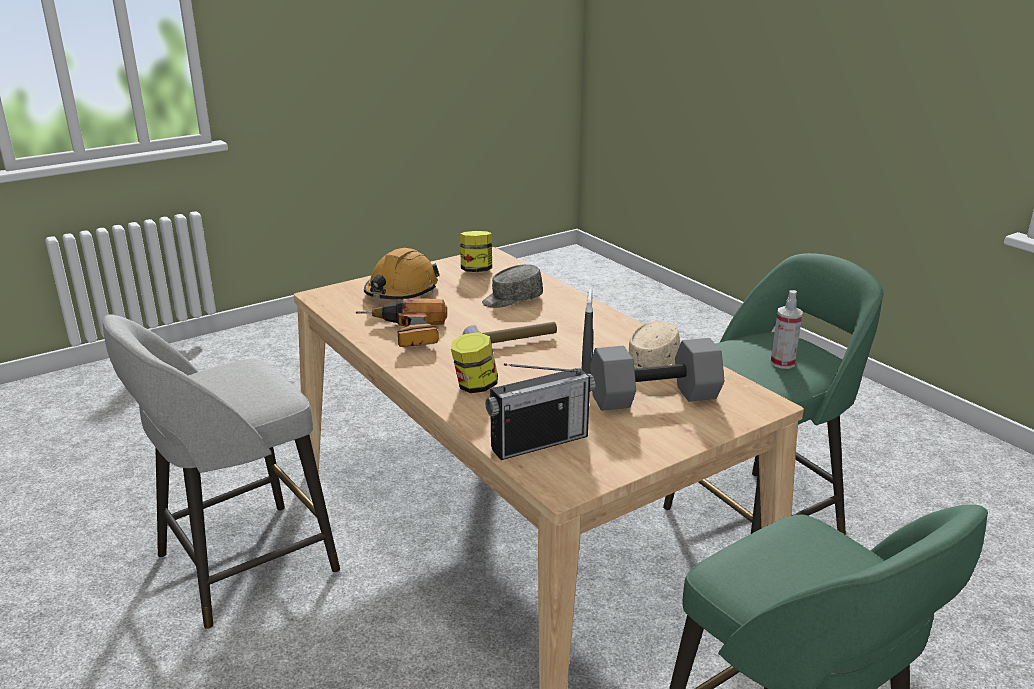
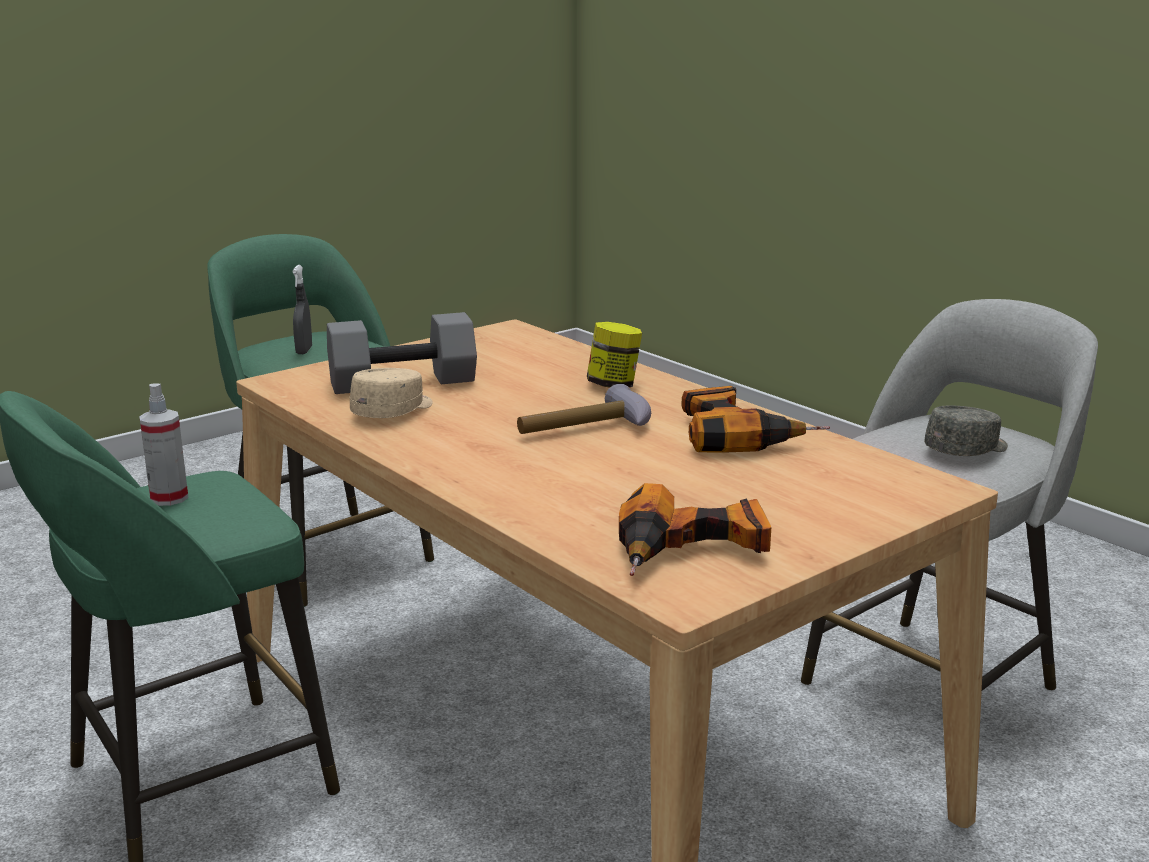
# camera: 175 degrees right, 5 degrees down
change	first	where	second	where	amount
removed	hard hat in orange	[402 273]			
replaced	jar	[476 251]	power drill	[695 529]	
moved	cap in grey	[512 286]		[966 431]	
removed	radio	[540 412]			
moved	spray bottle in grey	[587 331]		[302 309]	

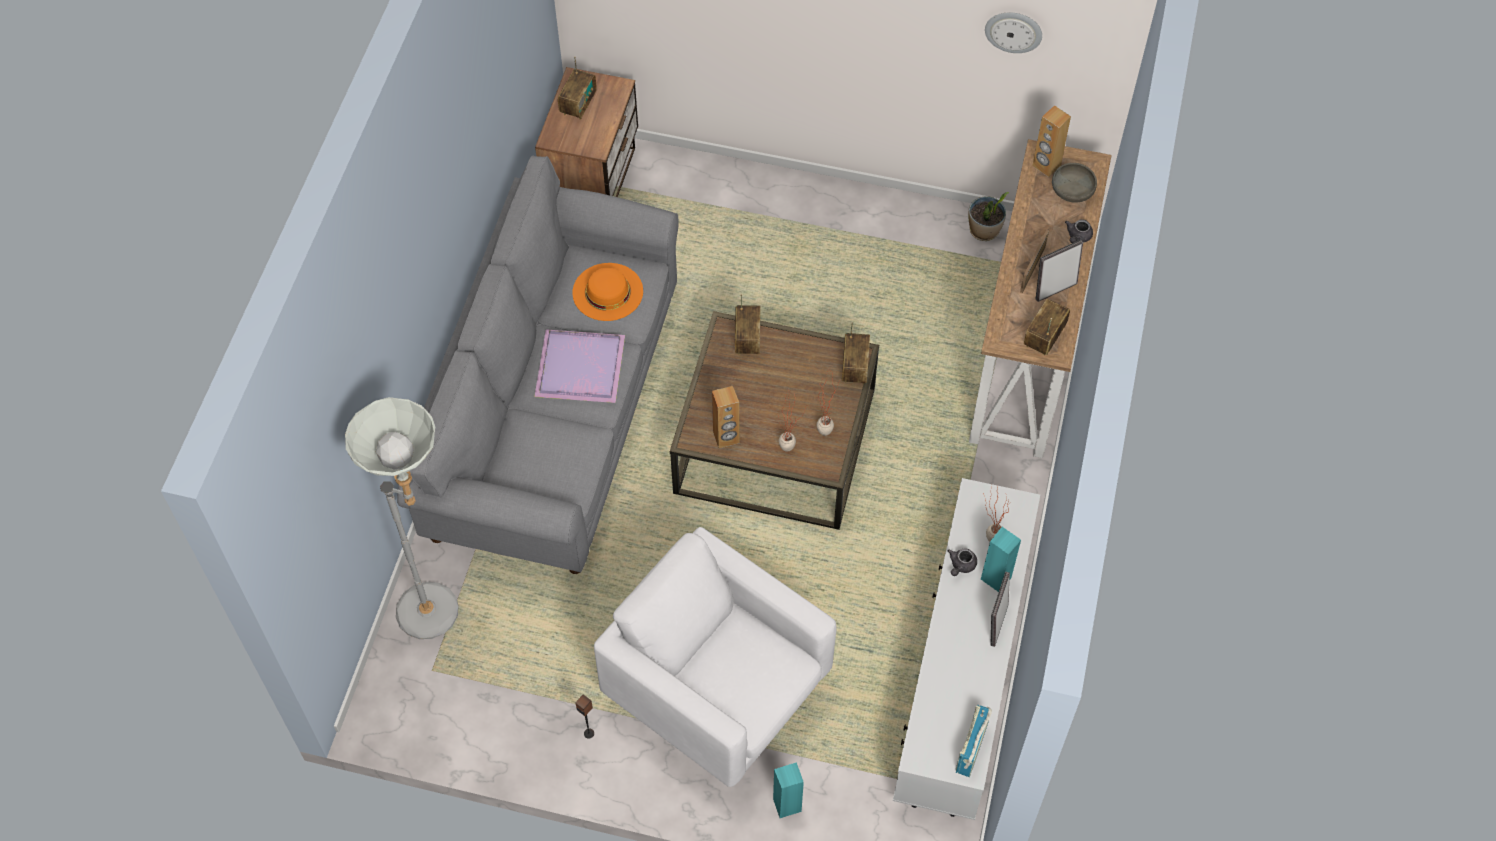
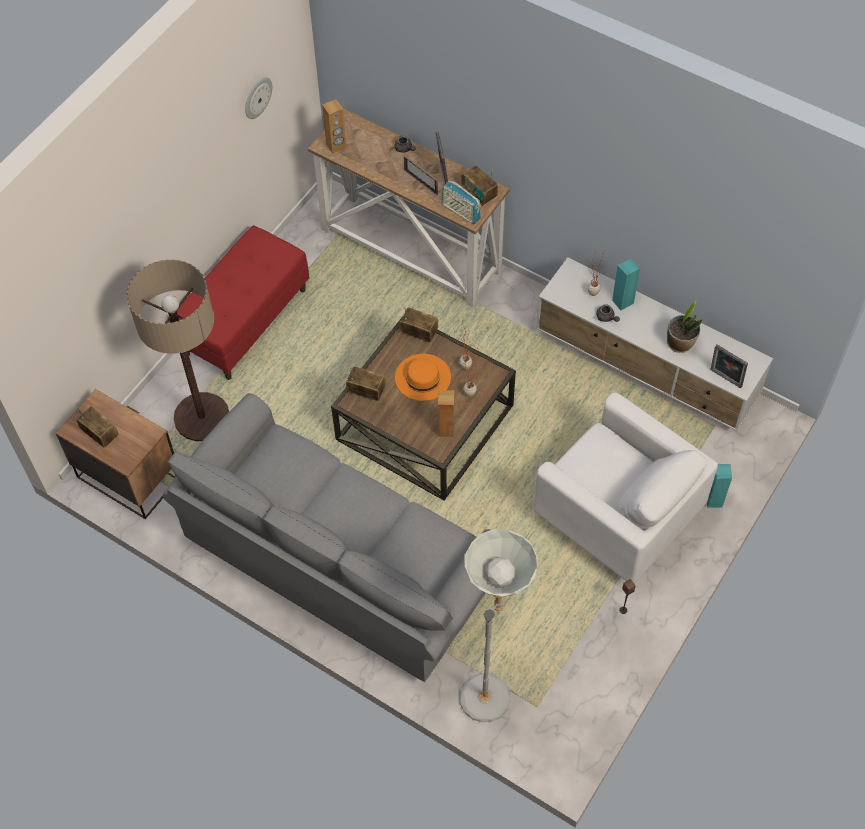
# camera: 70 degrees left, 0 degrees up
change	first	where	second	where	amount
removed	tray in purple	[579 366]			
moved	hat in orange	[607 292]		[423 377]	
turned	armchair in white	[715 657]		[625 487]	105 degrees counterclockwise
moved	radio	[974 741]		[461 202]	
moved	potted plant	[989 216]		[684 326]	
moved	picture frame	[1000 609]		[729 366]	
removed	bowl in grey	[1074 183]			
added			floor lamp	[178 350]	
added			bench in red	[239 302]	

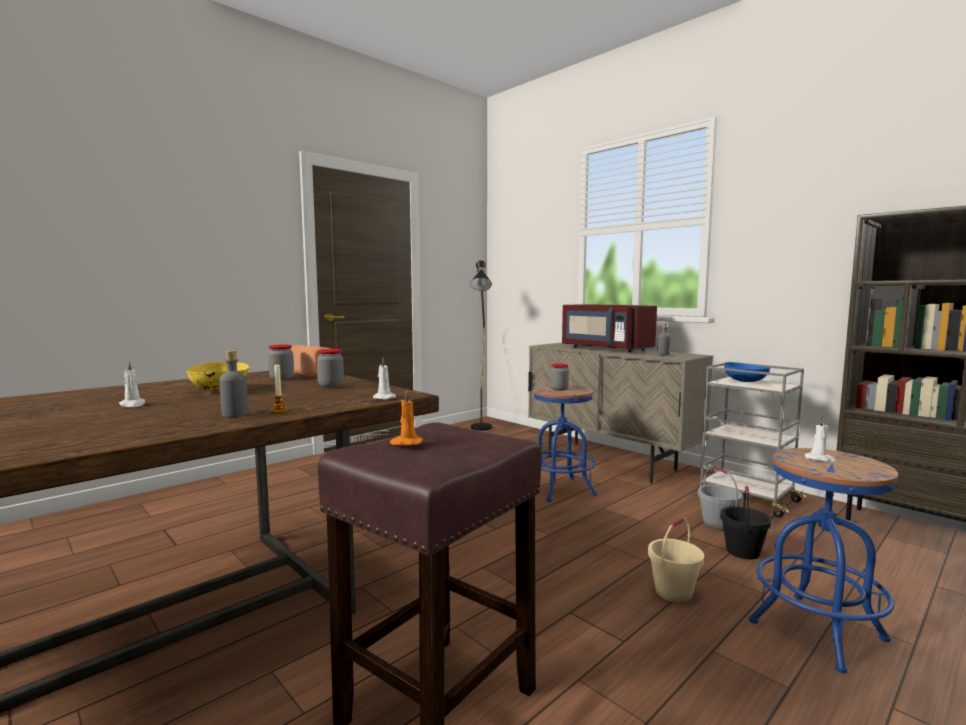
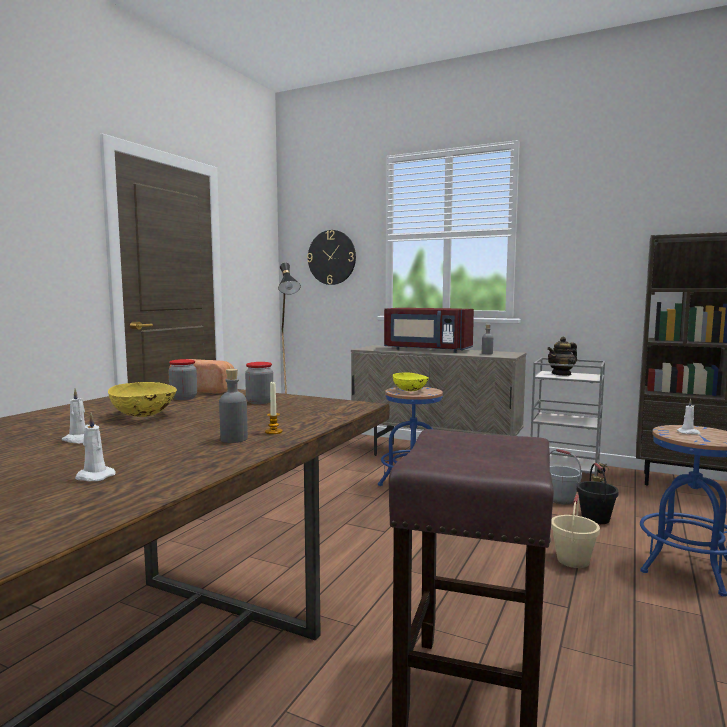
# camera: 20 degrees left, 0 degrees up
change	first	where	second	where	amount
moved	candle in white	[384 378]		[95 447]	
removed	candle in orange	[406 417]			
replaced	jar	[560 377]	bowl in yellow	[411 381]	
replaced	bowl in blue	[747 372]	teapot	[562 356]	
added			wall clock	[331 257]	

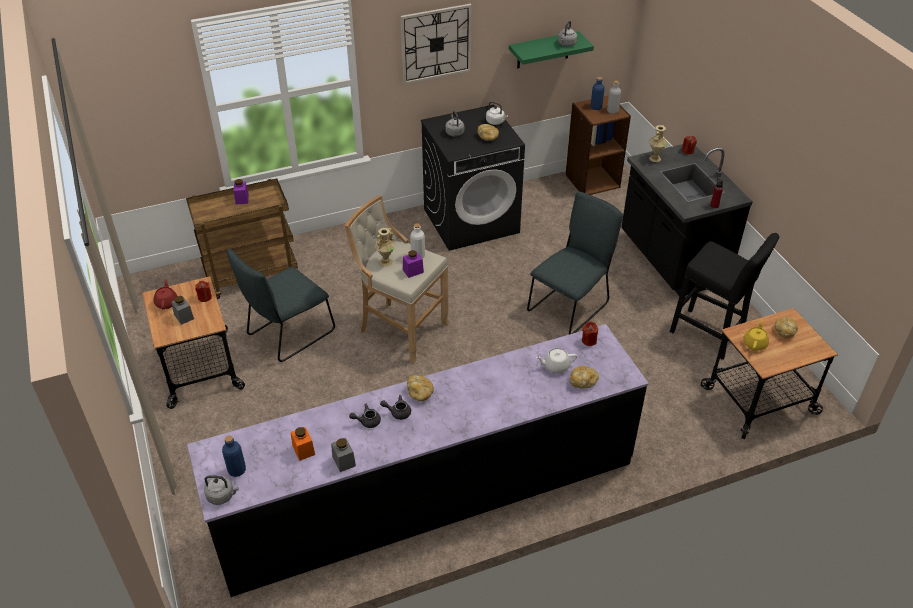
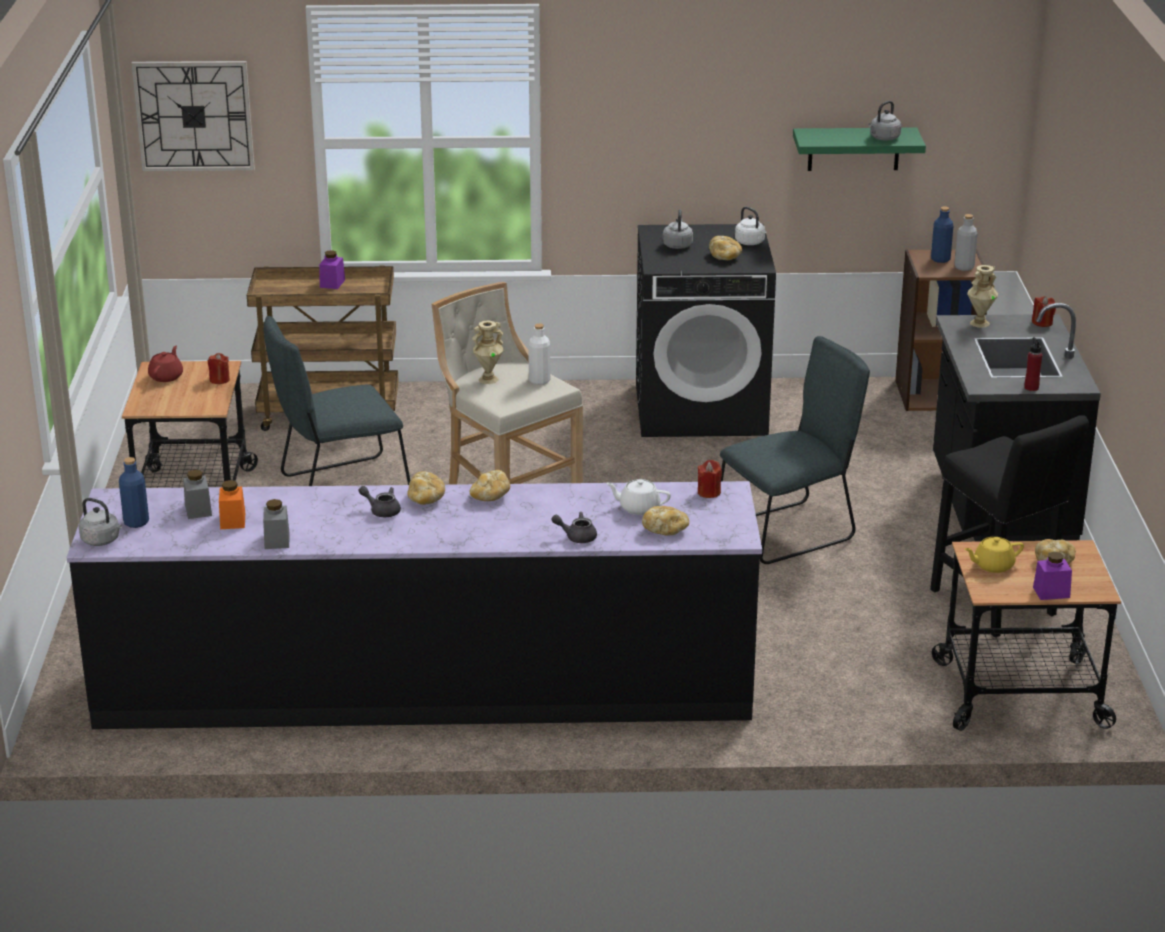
# camera: 20 degrees right, 15 degrees down
change	first	where	second	where	amount
moved	jar in grey	[182 310]		[197 494]	
moved	teapot in grey	[365 416]		[574 527]	
moved	wall clock	[436 44]		[193 116]	
moved	jar in purple	[413 264]		[1052 576]	
turned	teapot in yellow	[756 335]		[994 555]	150 degrees counterclockwise
added			bread	[489 485]	

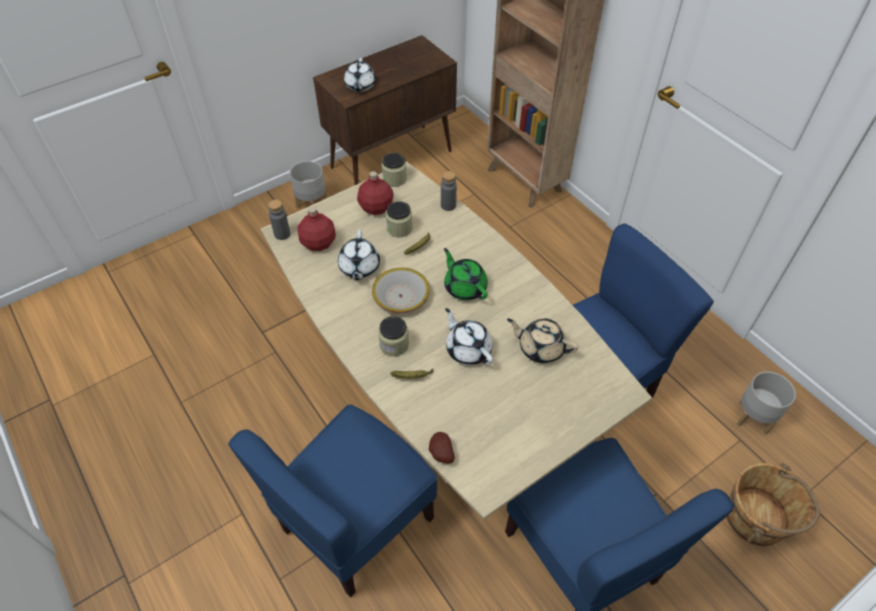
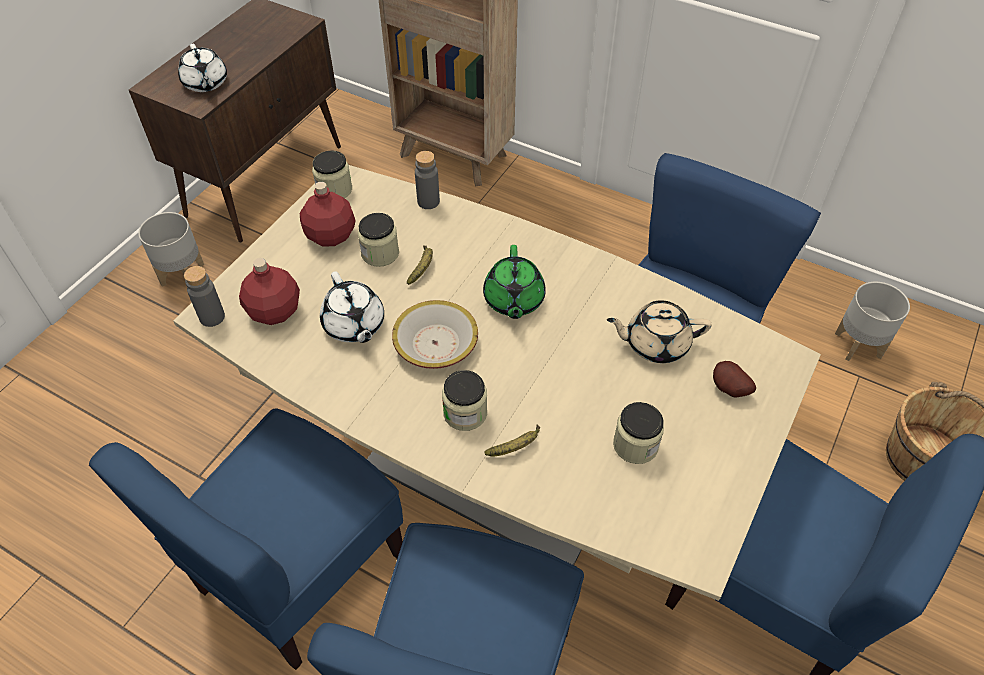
# camera: 25 degrees left, 0 degrees up
change	first	where	second	where	amount
moved	potato	[442 448]		[734 379]	
turned	teapot in green	[466 274]		[514 282]	120 degrees counterclockwise
removed	teapot in white	[469 336]			
added			chair in blue	[246 539]	
added			jar	[638 433]	

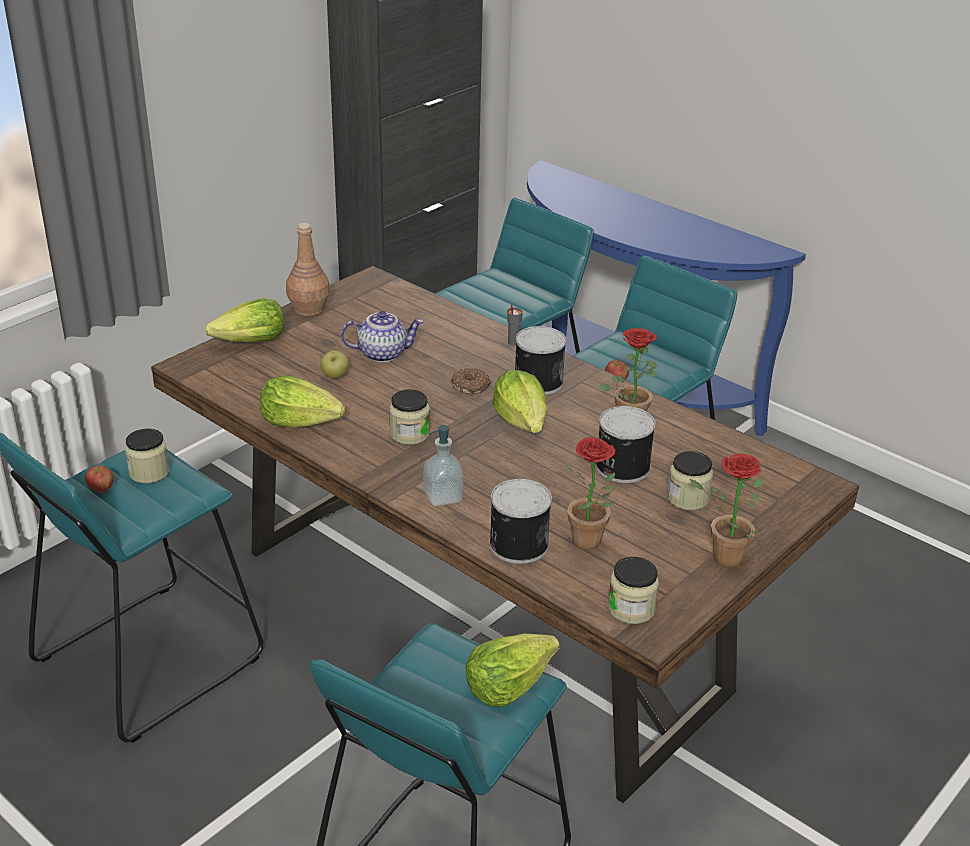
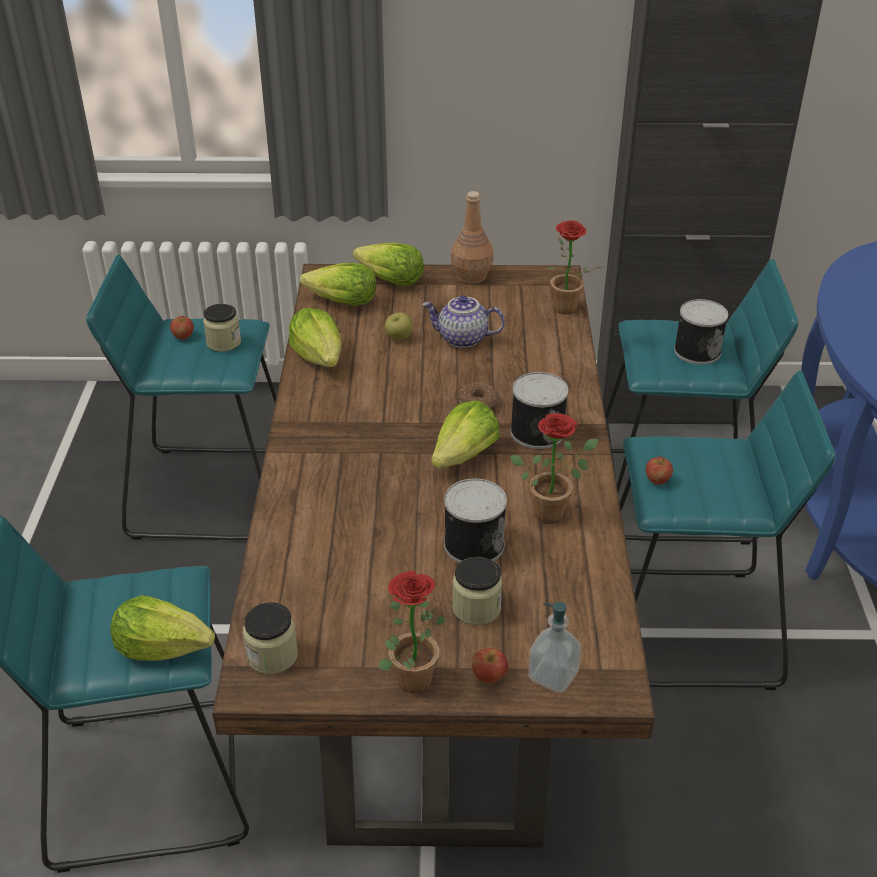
# camera: 50 degrees right, 5 degrees up
change	first	where	second	where	amount
turned	teapot	[382 336]		[463 321]	150 degrees clockwise
removed	jar	[409 417]			
moved	soap dispenser	[443 465]		[554 647]	
moved	can	[520 521]		[701 332]	
removed	cup in grey	[515 325]			
moved	potted plant	[590 493]		[574 267]	
added			lettuce	[338 284]	
added			apple	[490 666]	

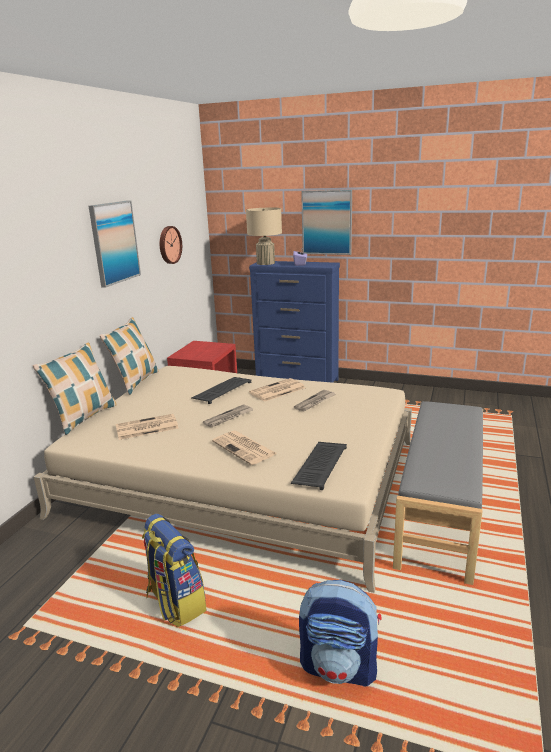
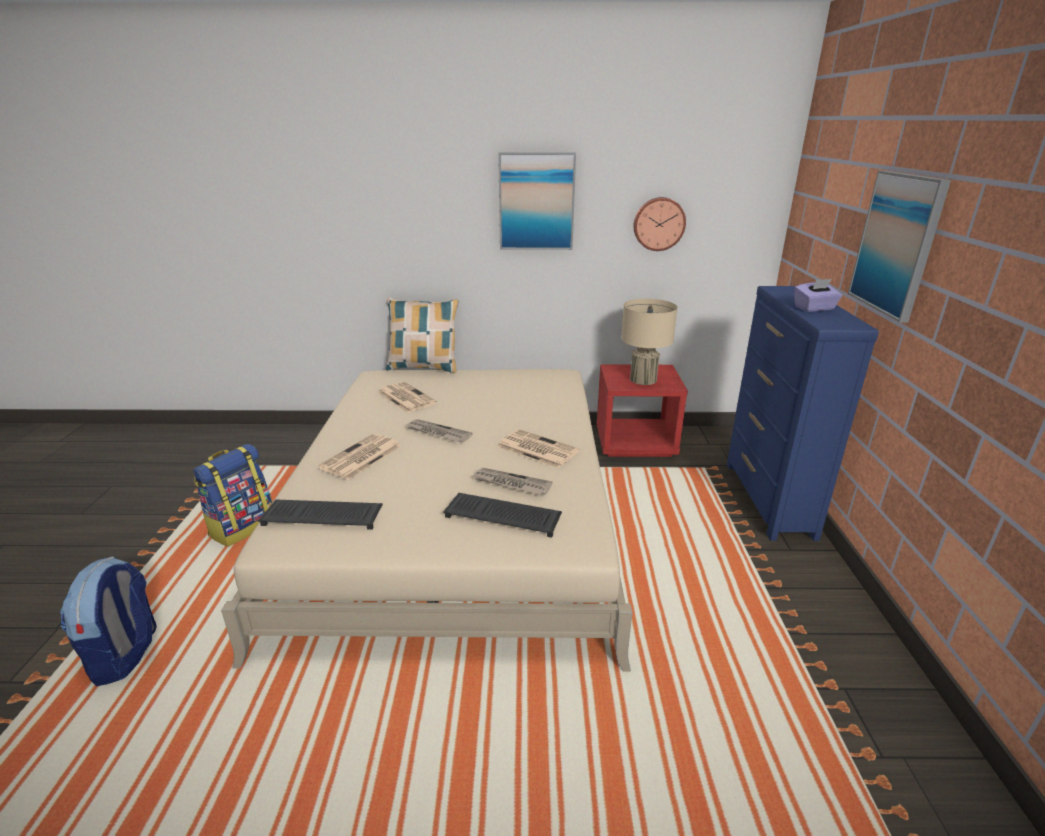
# camera: 70 degrees right, 5 degrees up
change	first	where	second	where	amount
removed	pillow	[128 356]			
moved	keyboard	[221 390]		[502 515]	
moved	table lamp in beige	[264 236]		[649 342]	
removed	bench in grey	[438 493]			

